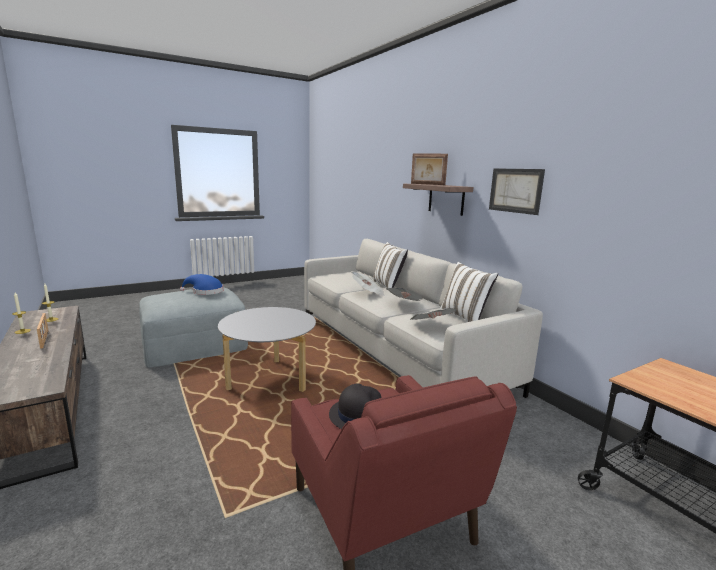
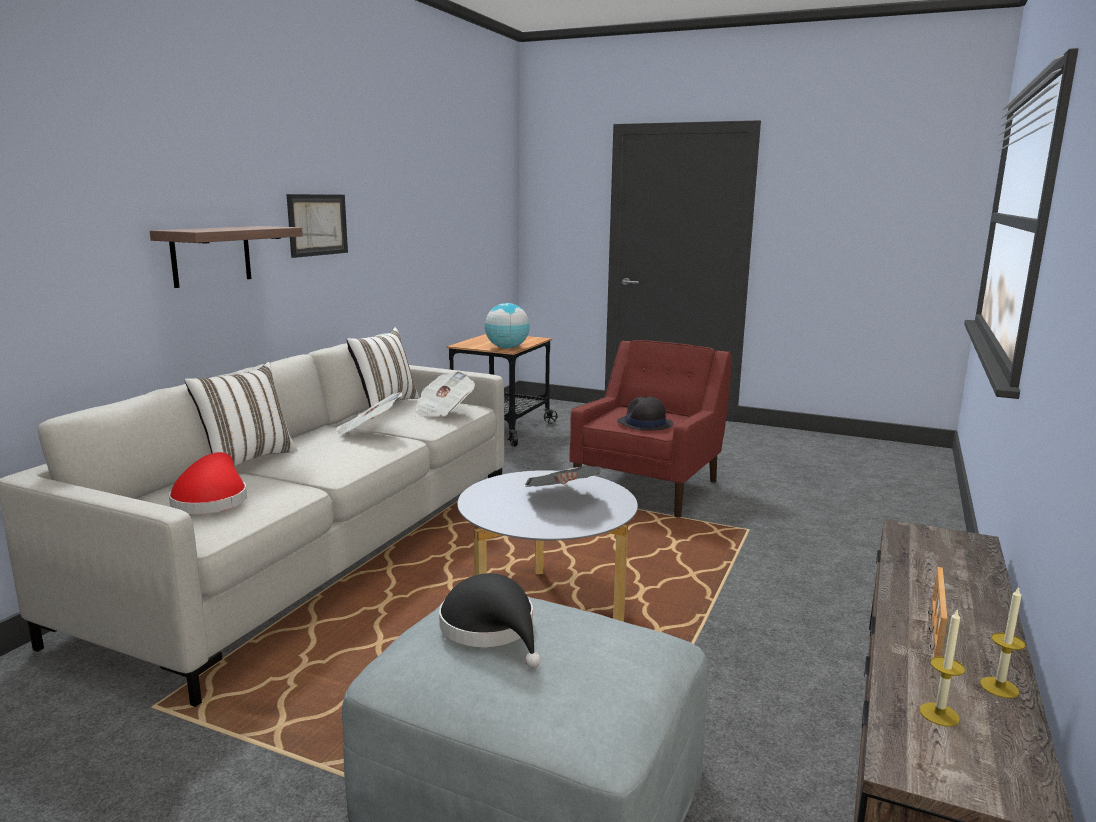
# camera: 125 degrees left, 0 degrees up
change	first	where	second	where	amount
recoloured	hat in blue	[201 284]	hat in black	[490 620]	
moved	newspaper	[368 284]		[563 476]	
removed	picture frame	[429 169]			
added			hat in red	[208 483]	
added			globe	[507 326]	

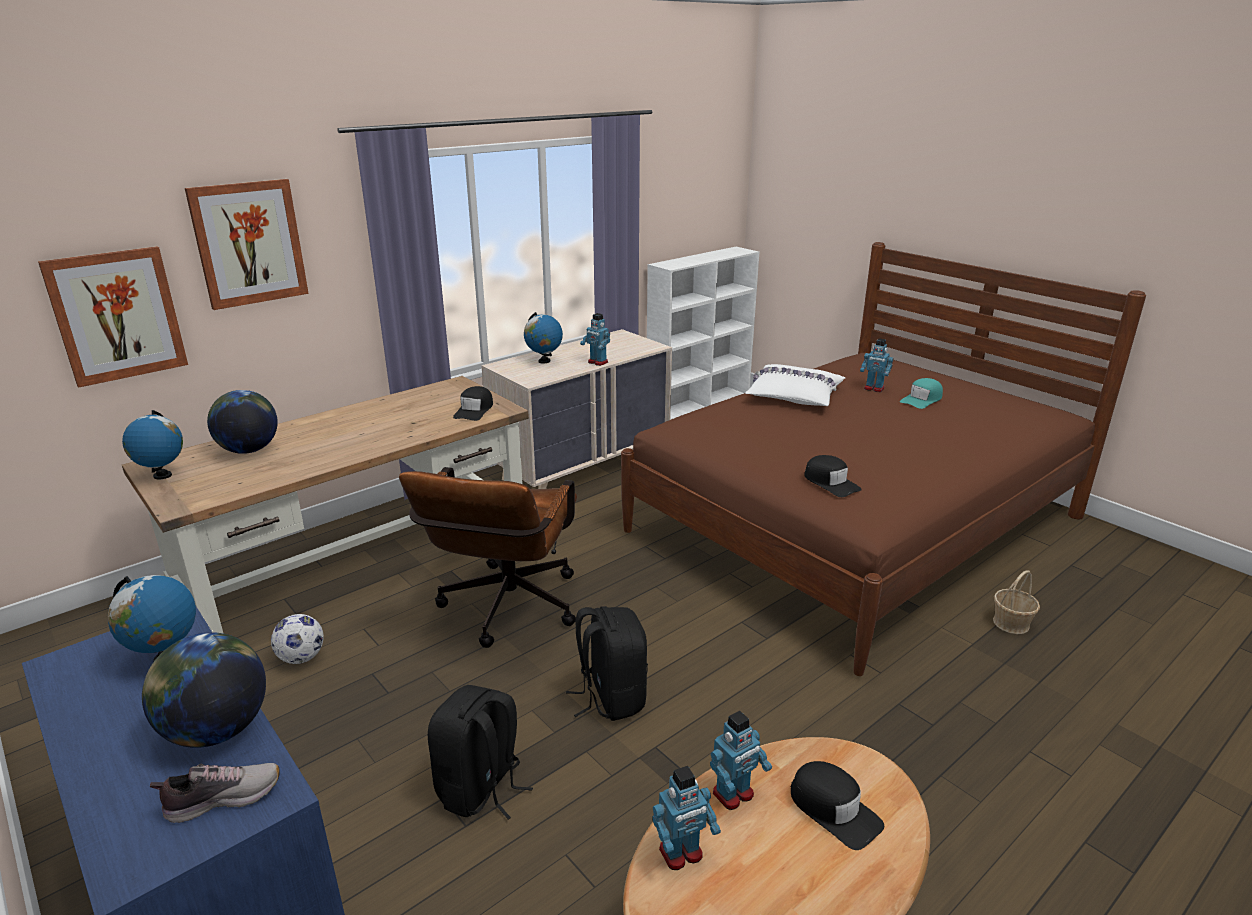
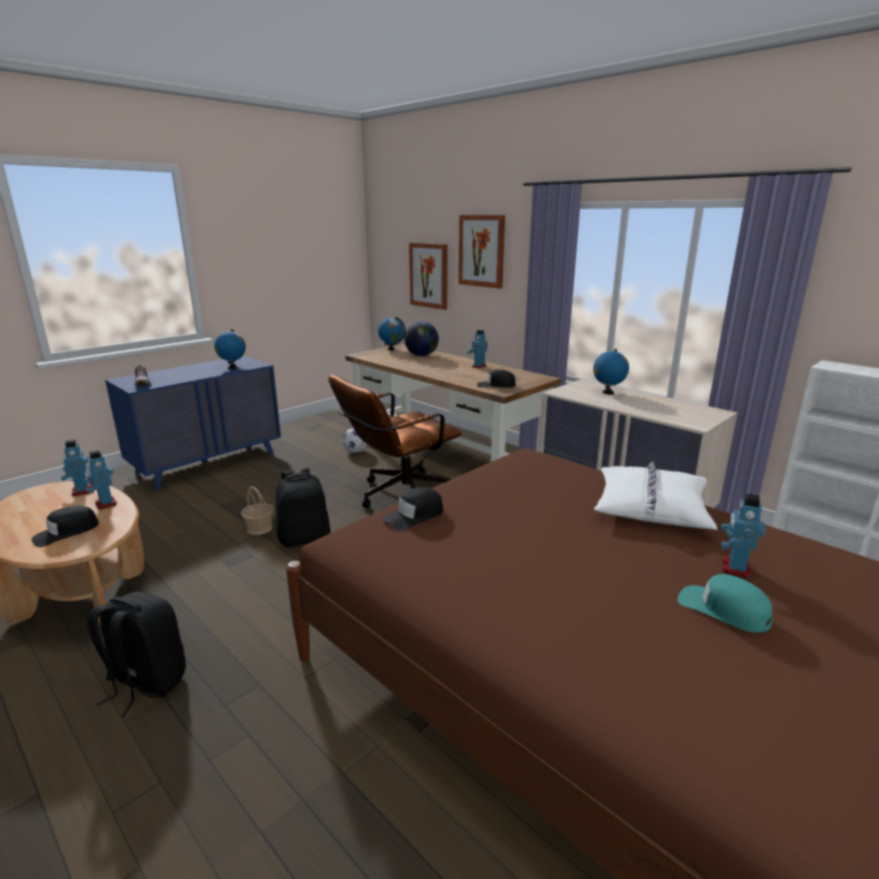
# camera: 85 degrees right, 5 degrees down
change	first	where	second	where	amount
removed	globe	[204 690]			
turned	office chair in brown	[488 557]		[395 441]	45 degrees counterclockwise
moved	backpack in black	[480 752]		[136 654]	
moved	toy robot	[595 339]		[477 349]	
moved	basket	[1016 602]		[257 510]	

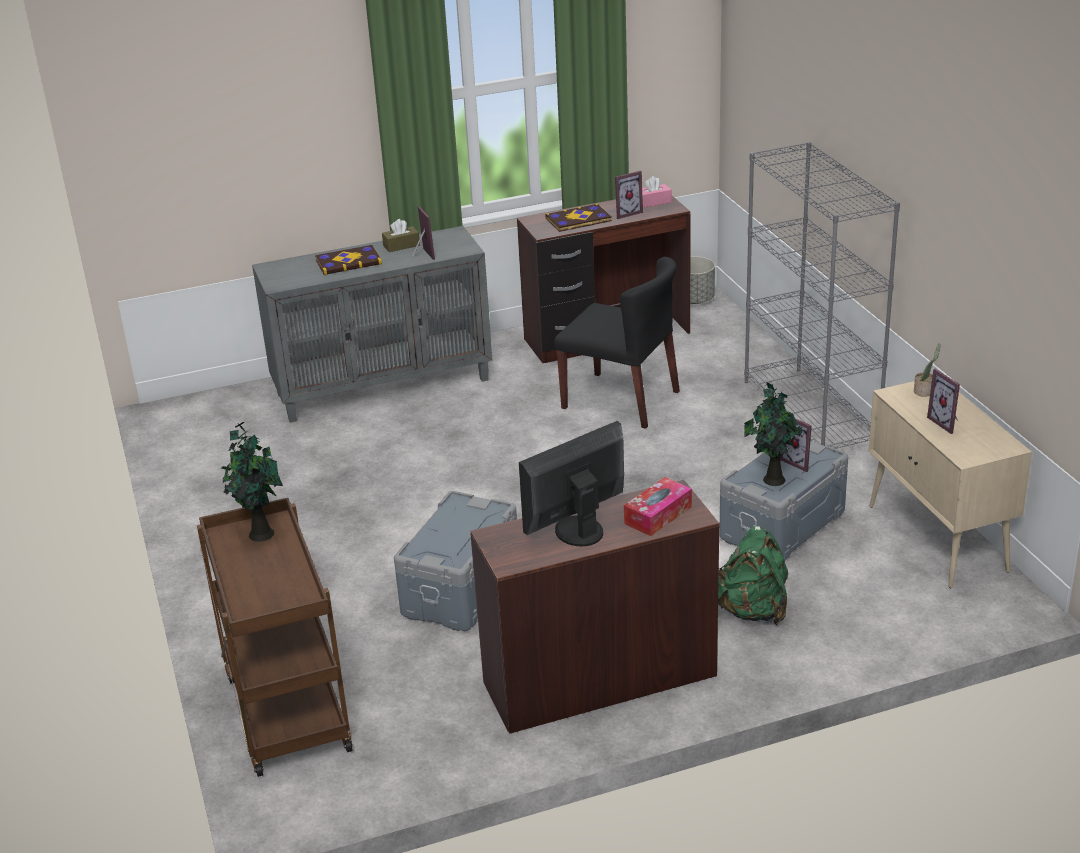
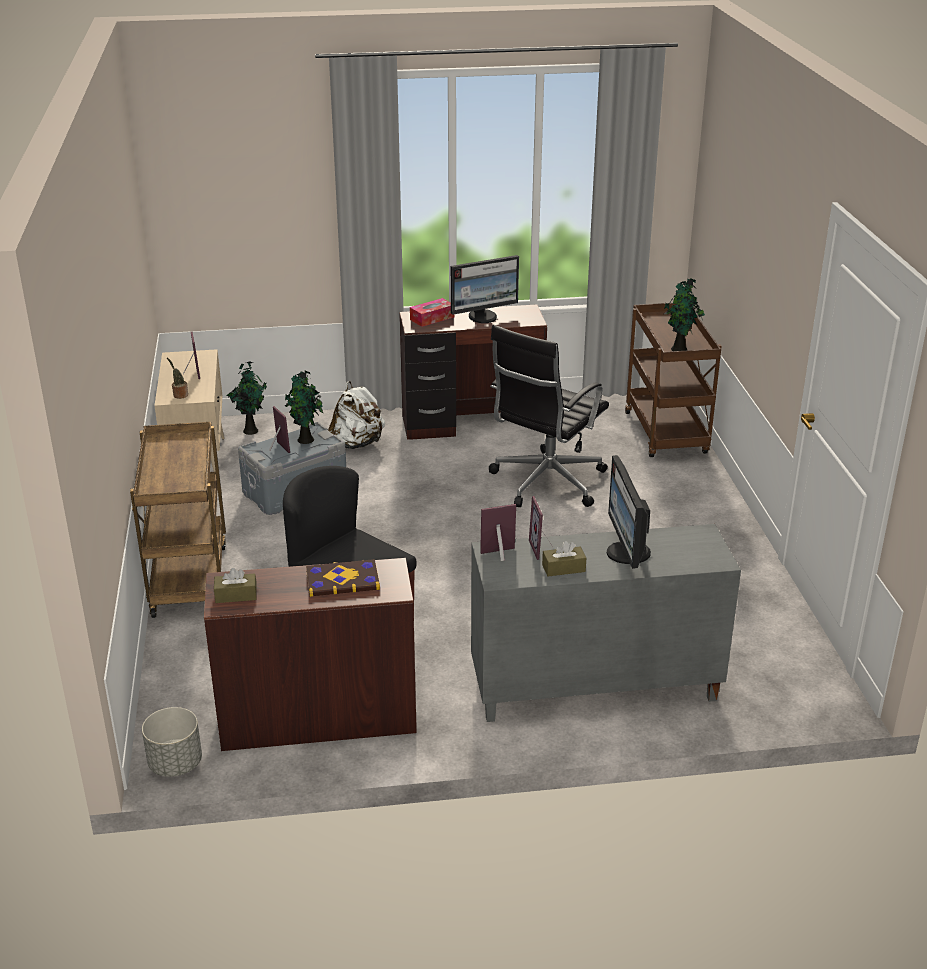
# camera: 170 degrees left, 0 degrees up
change	first	where	second	where	amount
replaced	book	[348 260]	monitor	[629 512]	
replaced	storage box in grey	[455 561]	office chair in black	[549 416]	
moved	picture frame	[629 195]		[498 532]	
recoloured	tissue box in pink	[657 192]	tissue box in brown	[235 585]	
recoloured	backpack in green	[753 575]	backpack in white	[356 415]	
replaced	bookcase in grey	[822 295]	cart in brown	[178 520]	
added			potted plant	[246 398]	

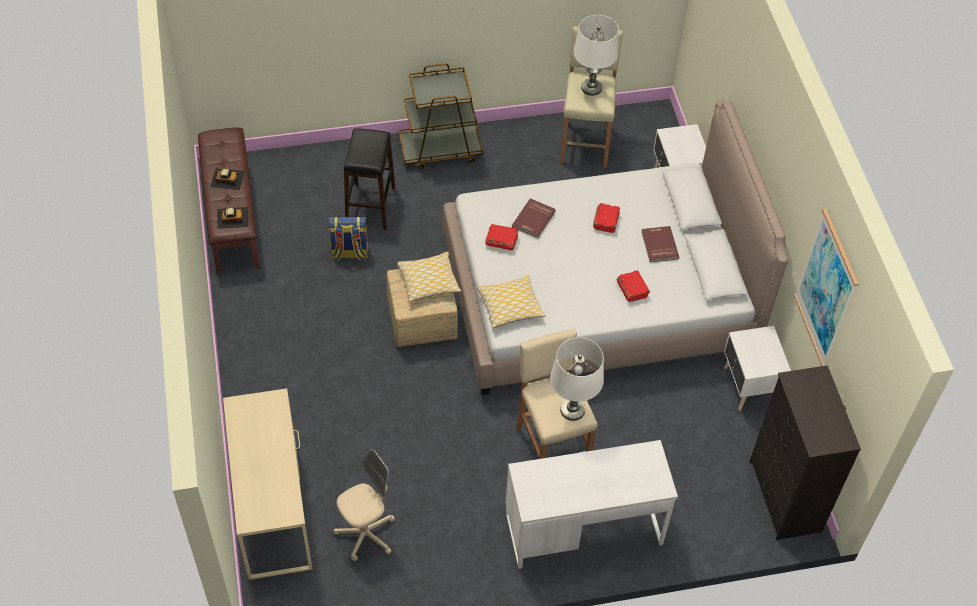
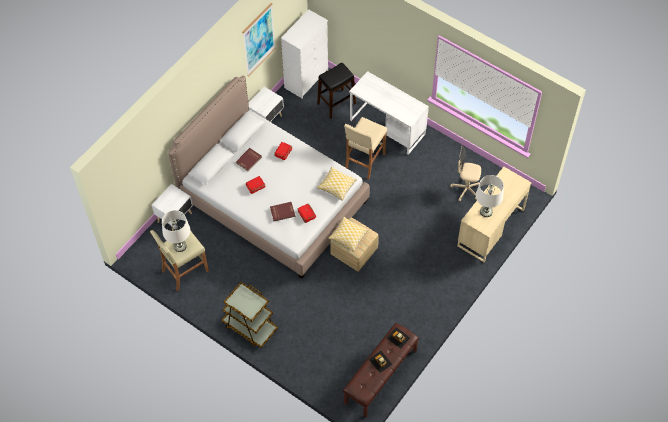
# camera: 130 degrees left, 5 degrees up
change	first	where	second	where	amount
removed	backpack	[348 238]			
moved	stool in black	[369 179]		[336 90]	
moved	table lamp in white	[577 379]		[490 196]	
recoloured	dresser in black	[805 452]	dresser in white	[304 54]	

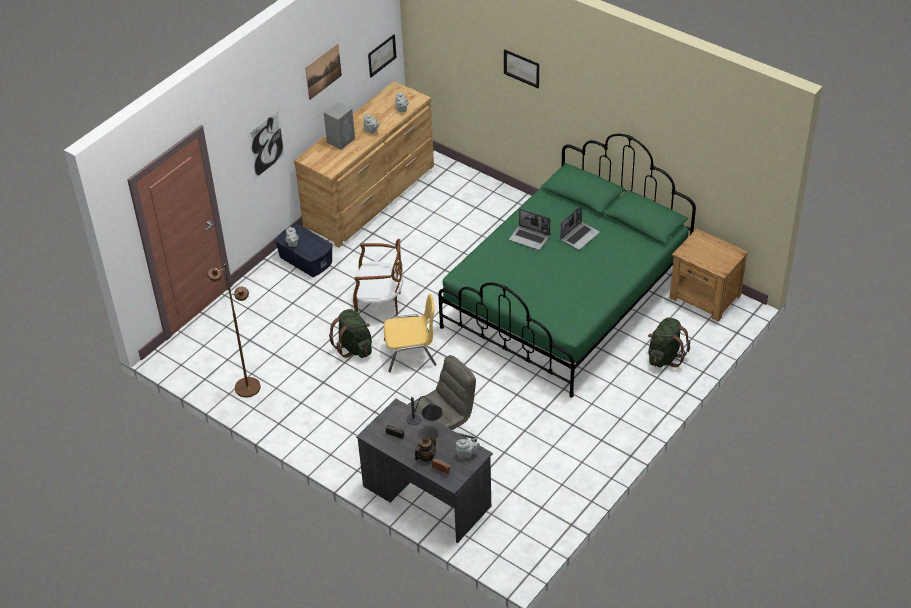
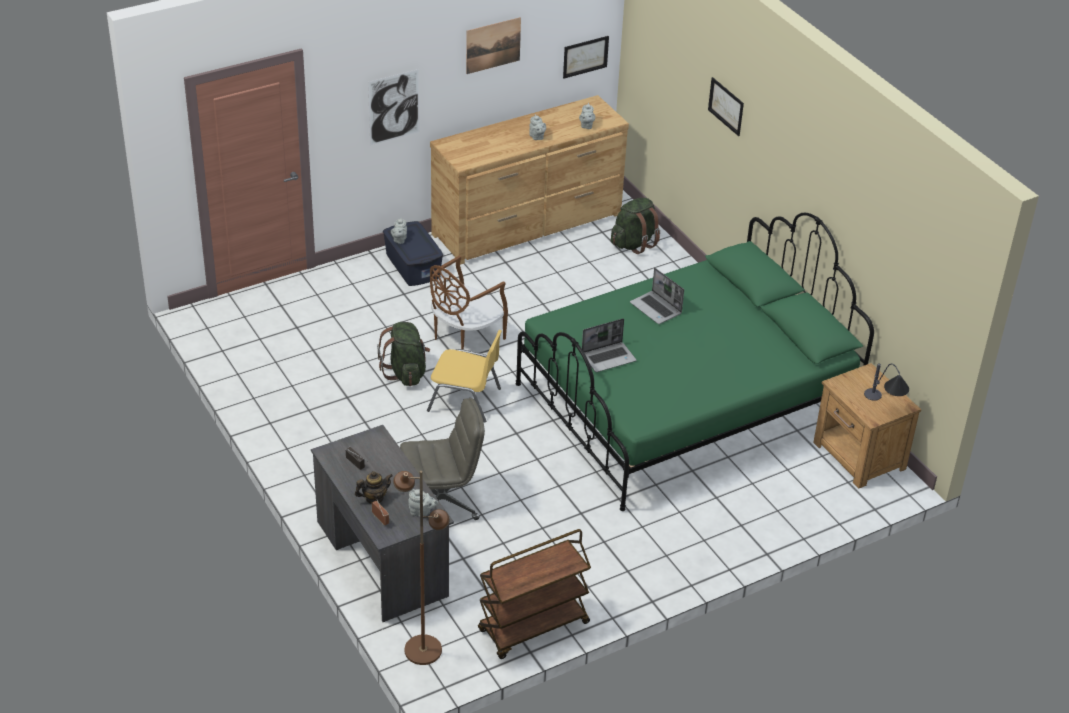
# camera: 20 degrees right, 5 degrees down
change	first	where	second	where	amount
moved	floor lamp in brown	[234 330]		[421 568]	
removed	speaker in grey	[339 126]			
turned	chair in brown	[378 277]		[469 302]	105 degrees clockwise
moved	table lamp	[424 410]		[886 382]	
moved	laptop	[580 227]		[609 345]	
moved	backpack in green	[669 343]		[635 226]	
added			cart in brown	[534 594]	

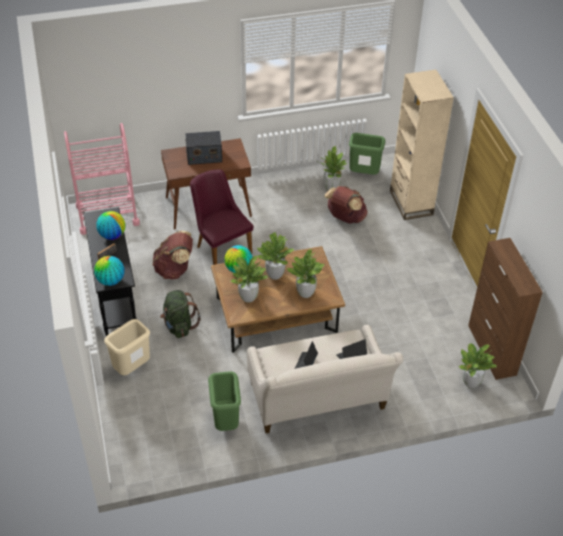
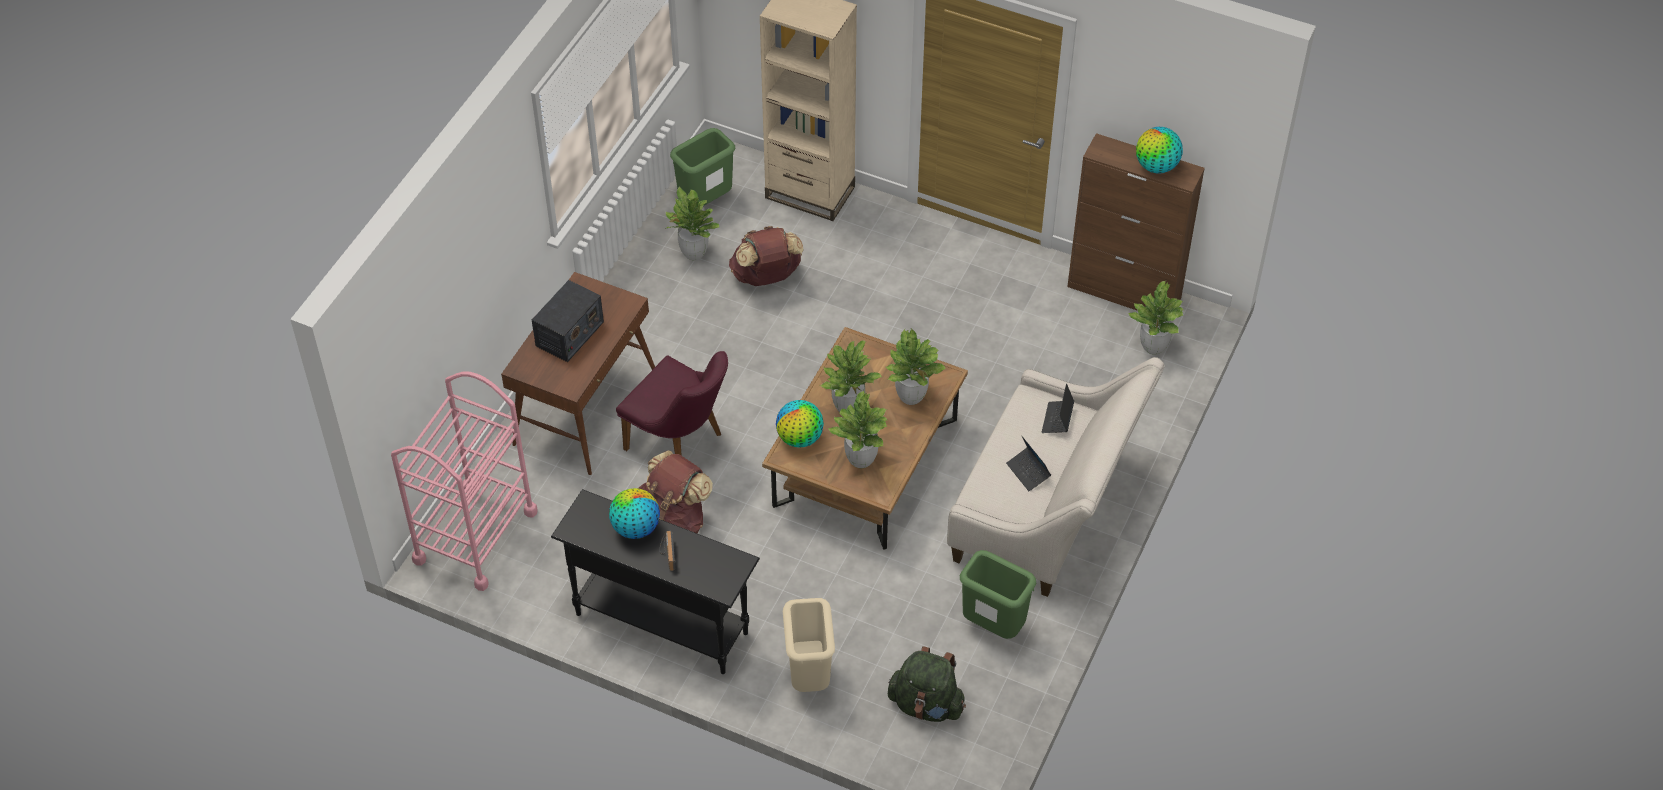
# camera: 50 degrees left, 5 degrees up
change	first	where	second	where	amount
moved	globe	[109 271]		[1159 150]	
moved	backpack in green	[180 314]		[927 684]	
turned	chair in purple	[222 217]		[672 403]	150 degrees counterclockwise

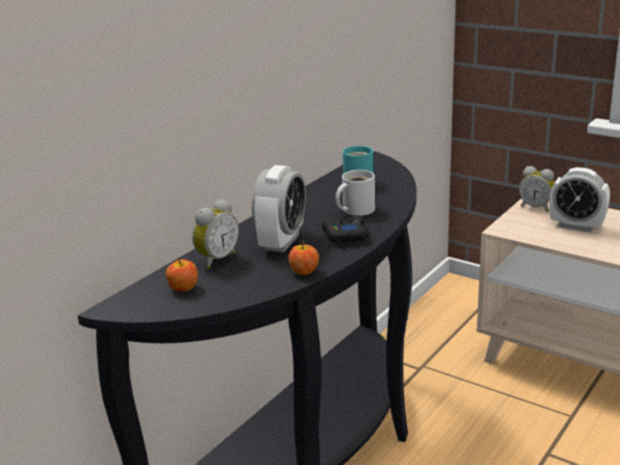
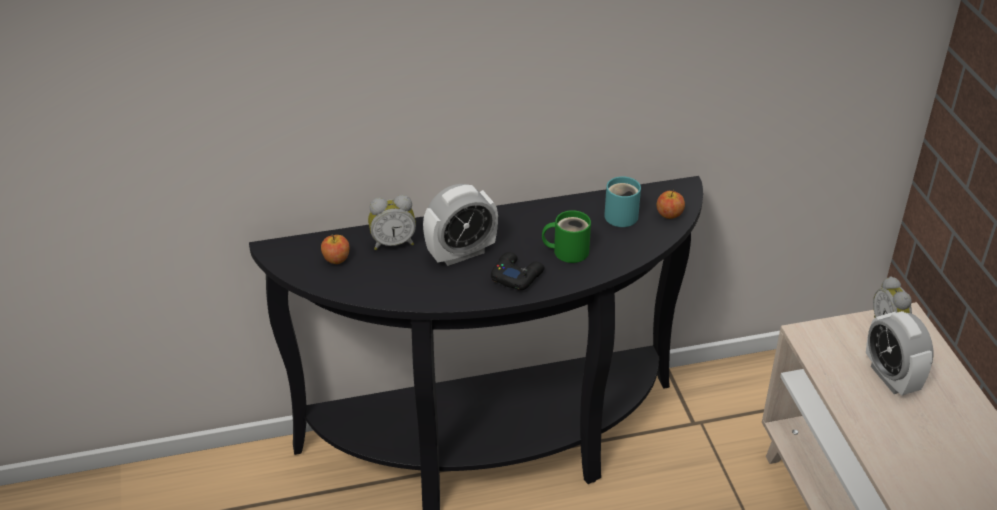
# camera: 40 degrees right, 15 degrees up
change	first	where	second	where	amount
moved	apple	[303 258]		[671 204]	
recoloured	mug in white	[355 193]	mug in green	[566 236]	

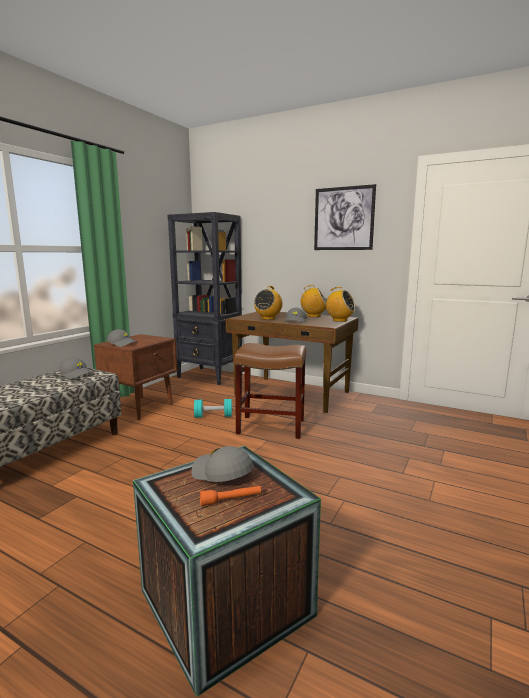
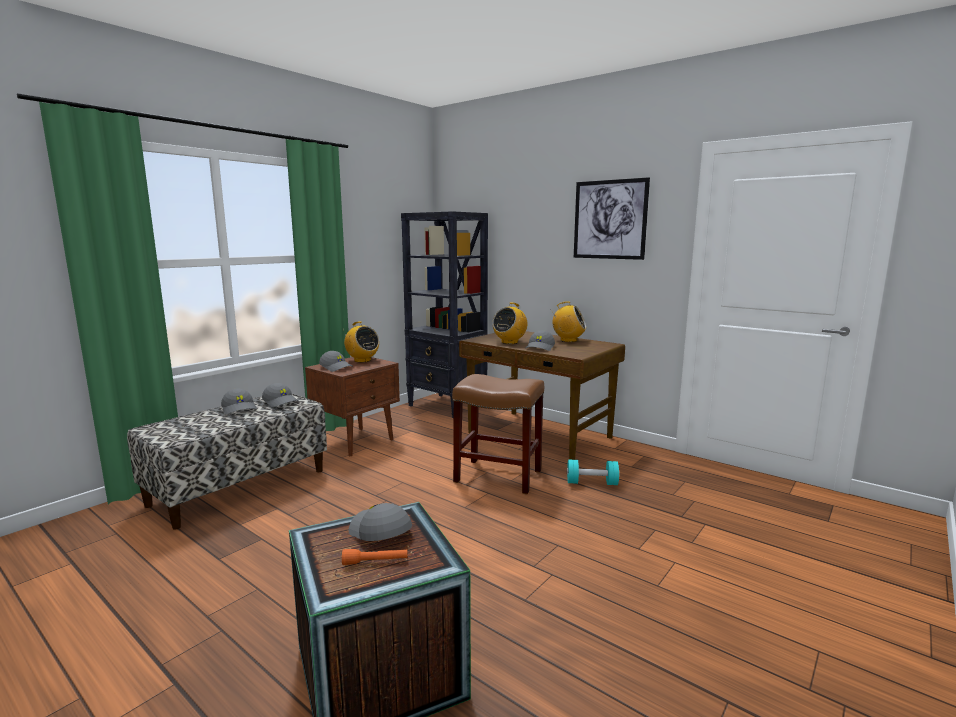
# camera: 10 degrees right, 0 degrees up
change	first	where	second	where	amount
moved	dumbbell in turquoise	[213 408]		[593 472]	
moved	radio	[340 304]		[361 342]	
added			cap in grey	[239 401]	

